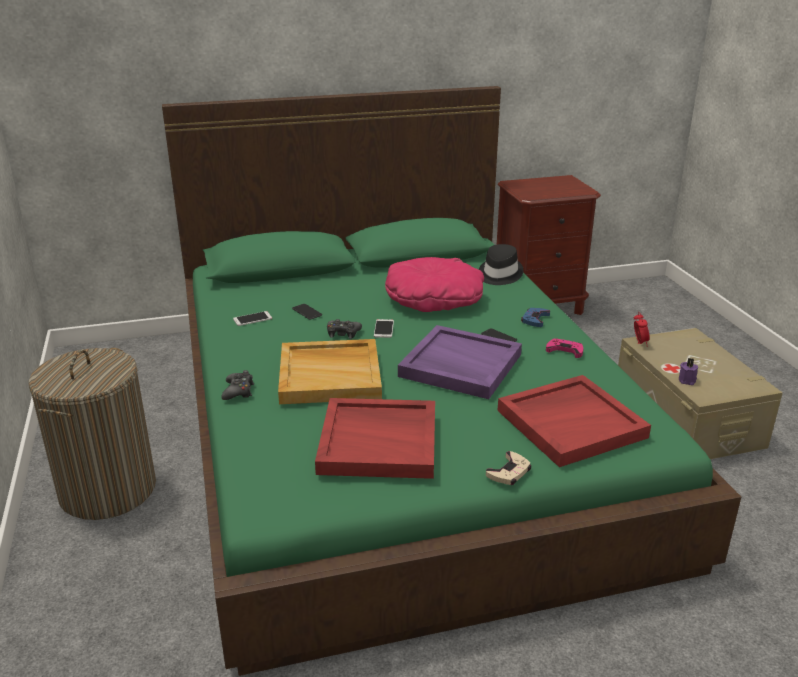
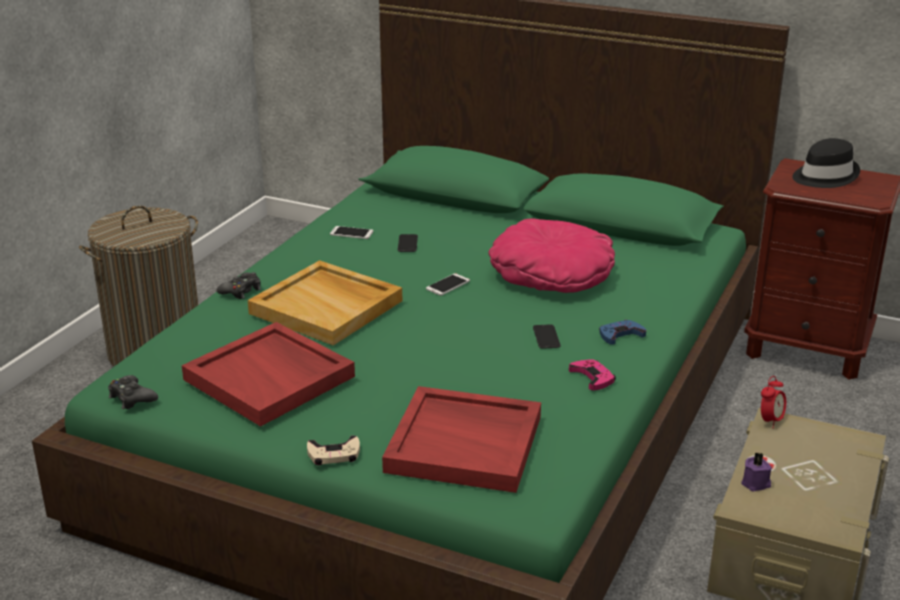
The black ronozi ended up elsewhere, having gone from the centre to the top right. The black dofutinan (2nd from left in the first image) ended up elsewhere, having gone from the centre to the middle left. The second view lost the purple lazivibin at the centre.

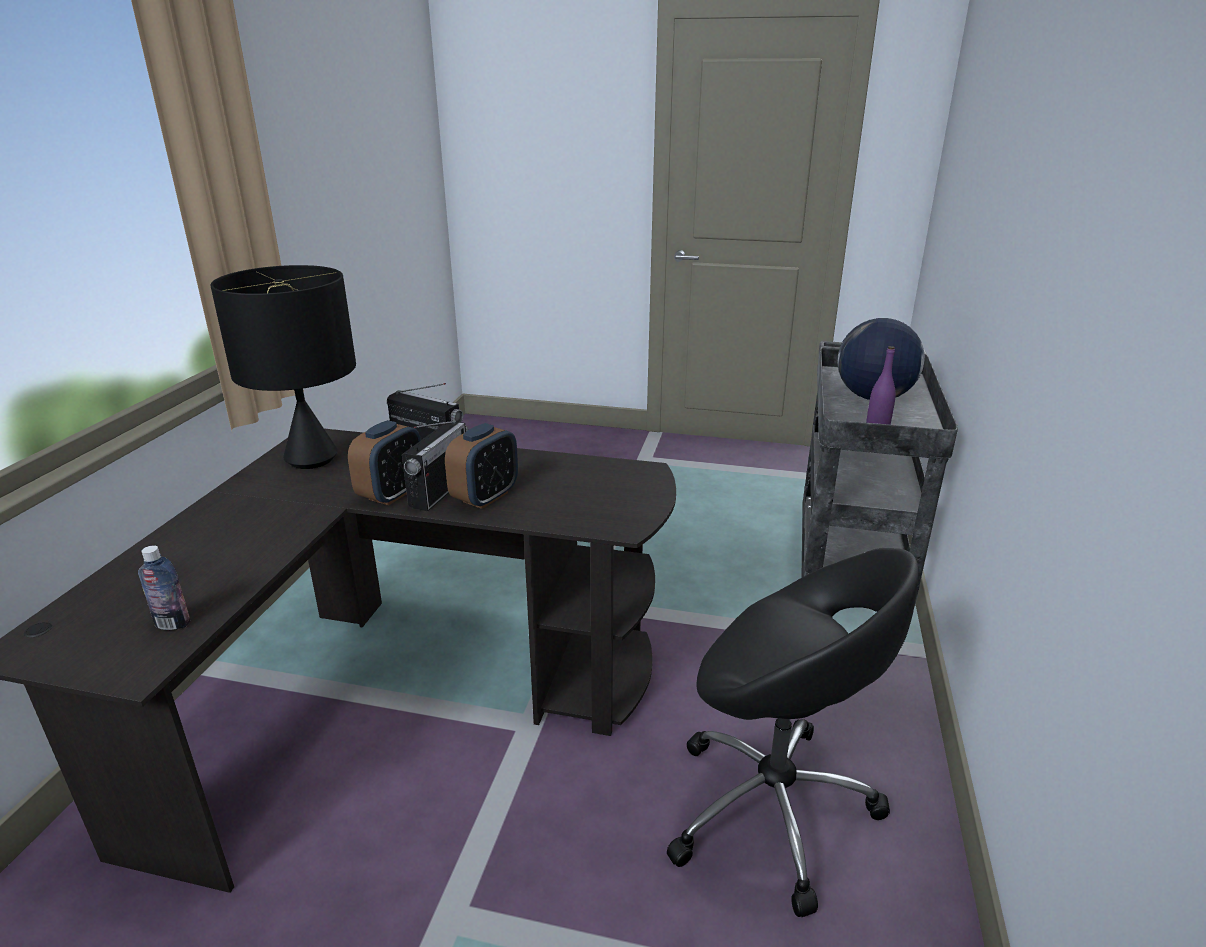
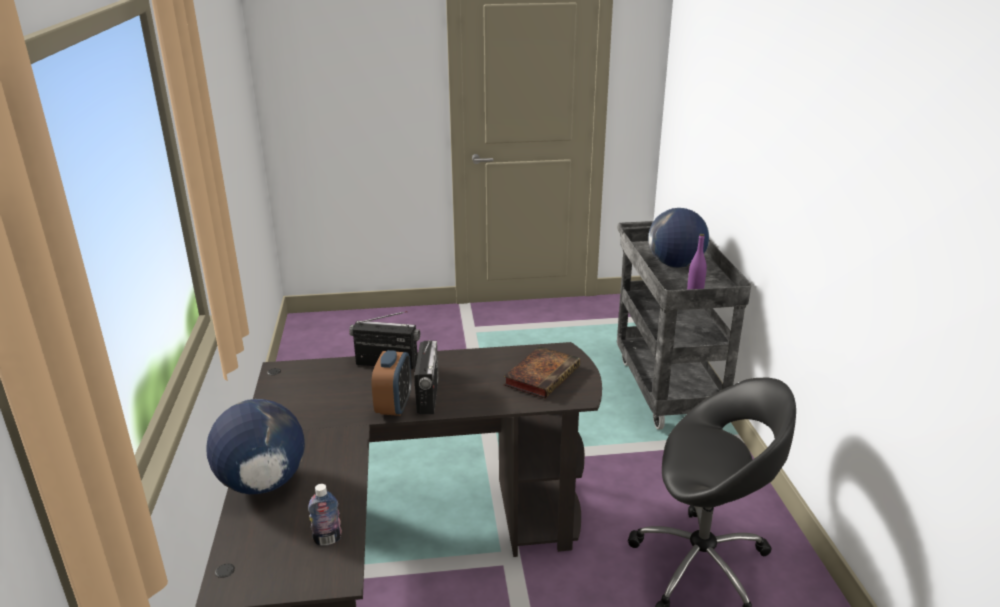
The second view lost the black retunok at the middle left. The second view lost the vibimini (2nd from left) at the centre. The second view gained the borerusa at the centre. The second view gained the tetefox (1st from left) at the bottom left.

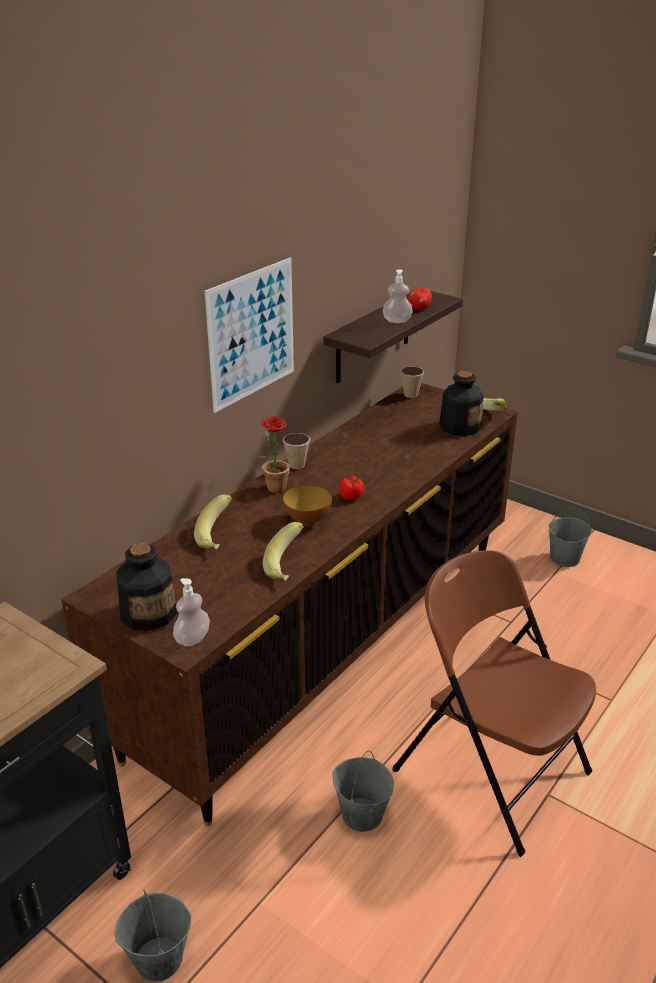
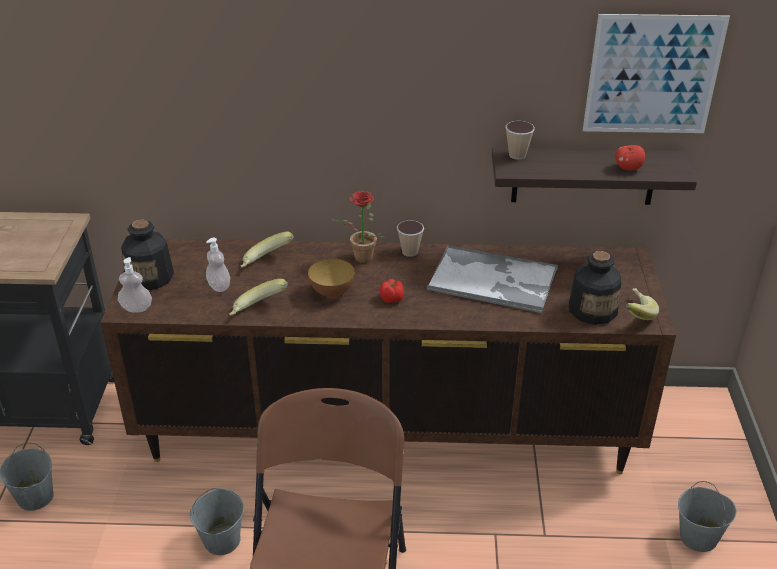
The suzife ended up elsewhere, having gone from the centre to the top right. The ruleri (2nd from left) ended up elsewhere, having gone from the top centre to the middle left. The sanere (2nd from left) ended up elsewhere, having gone from the centre to the top right. The second view gained the lazivibin at the centre.

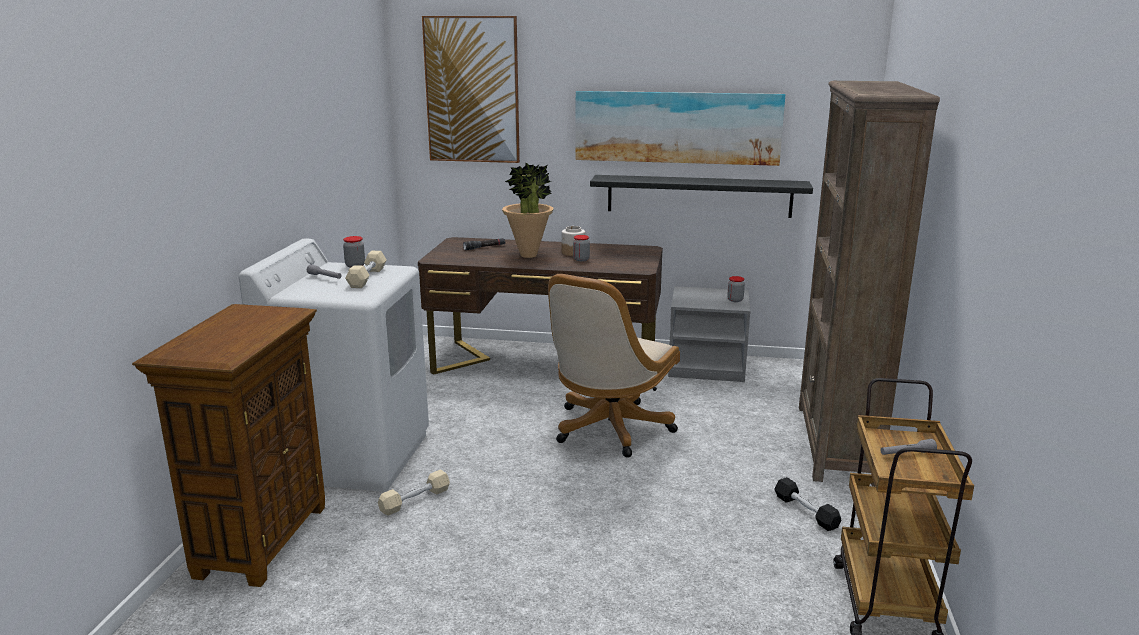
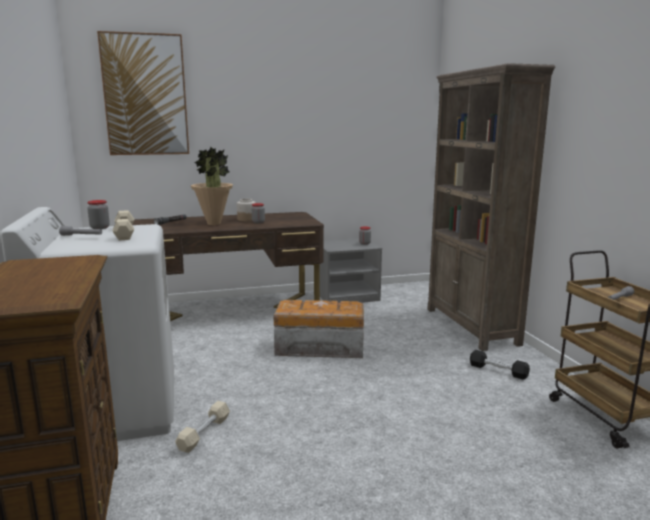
The second view lost the suzife (2nd from left) at the top centre. The second view lost the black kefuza at the top centre. Where the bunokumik stood at the centre, the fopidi came to stand at the centre.

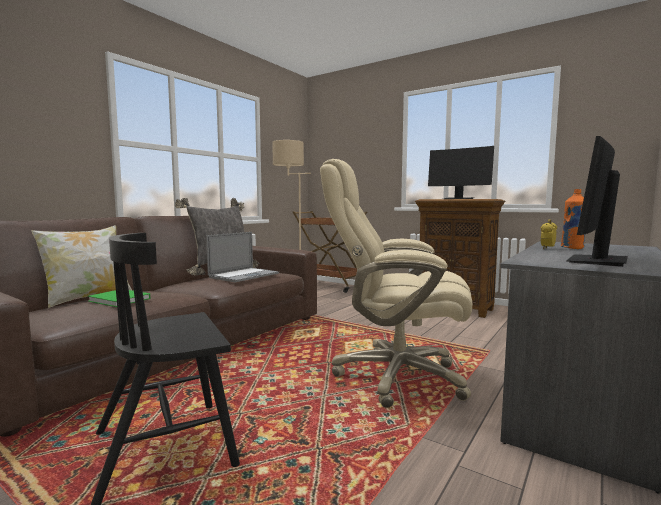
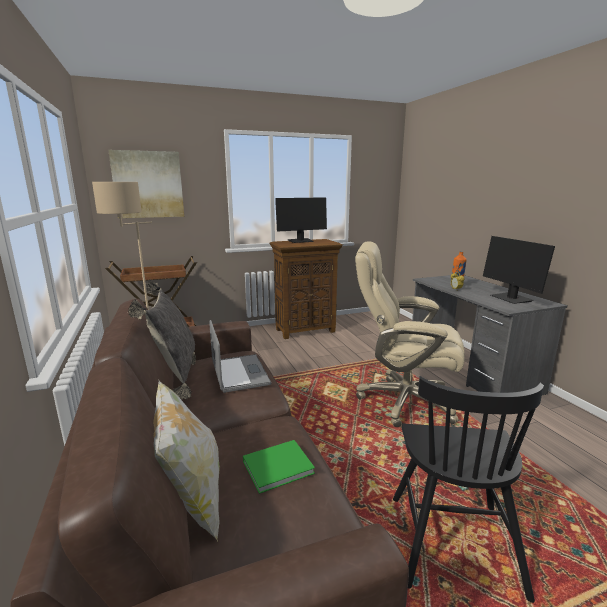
The beige bunokumik at the centre ended up facing another way, 60 degrees clockwise from before. The second view gained the suzife at the top left.

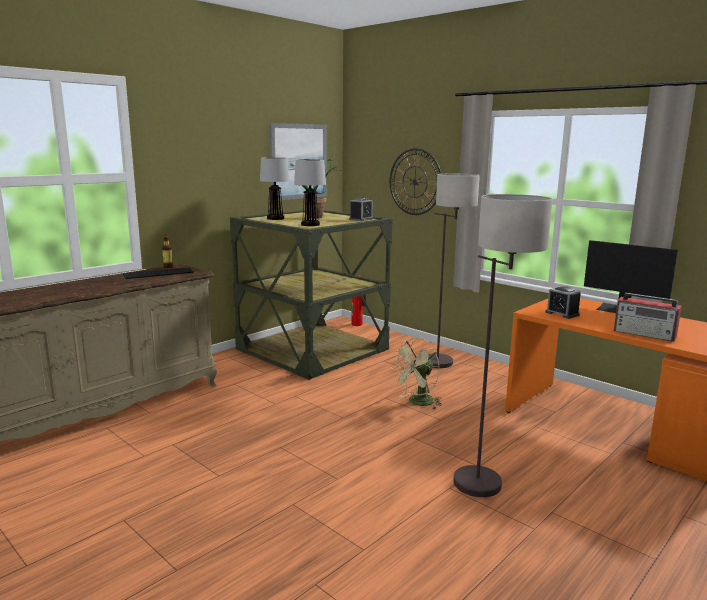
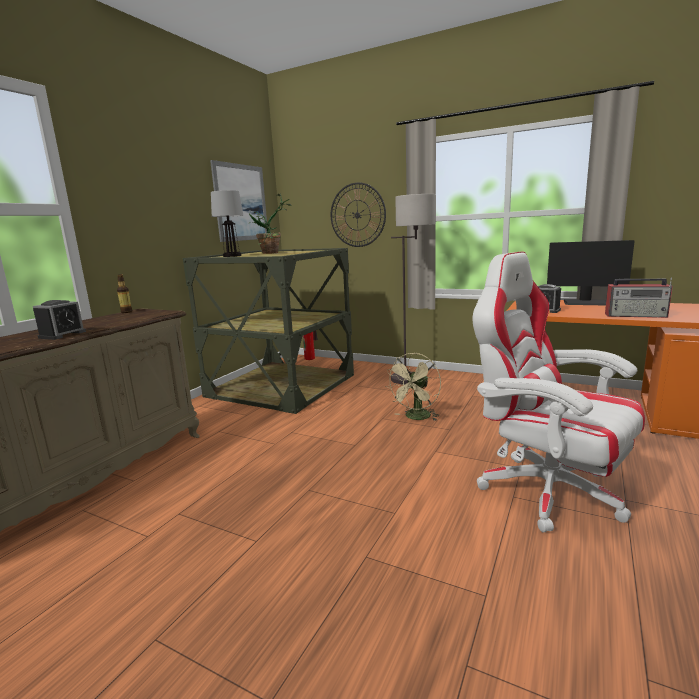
The second view lost the retunok (2nd from left) at the top centre. Where the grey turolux (2nd from left) stood at the middle right, the white bunokumik came to stand at the middle right. The vibimini (1st from left) ended up elsewhere, having gone from the centre to the middle left. The second view lost the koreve at the middle left.

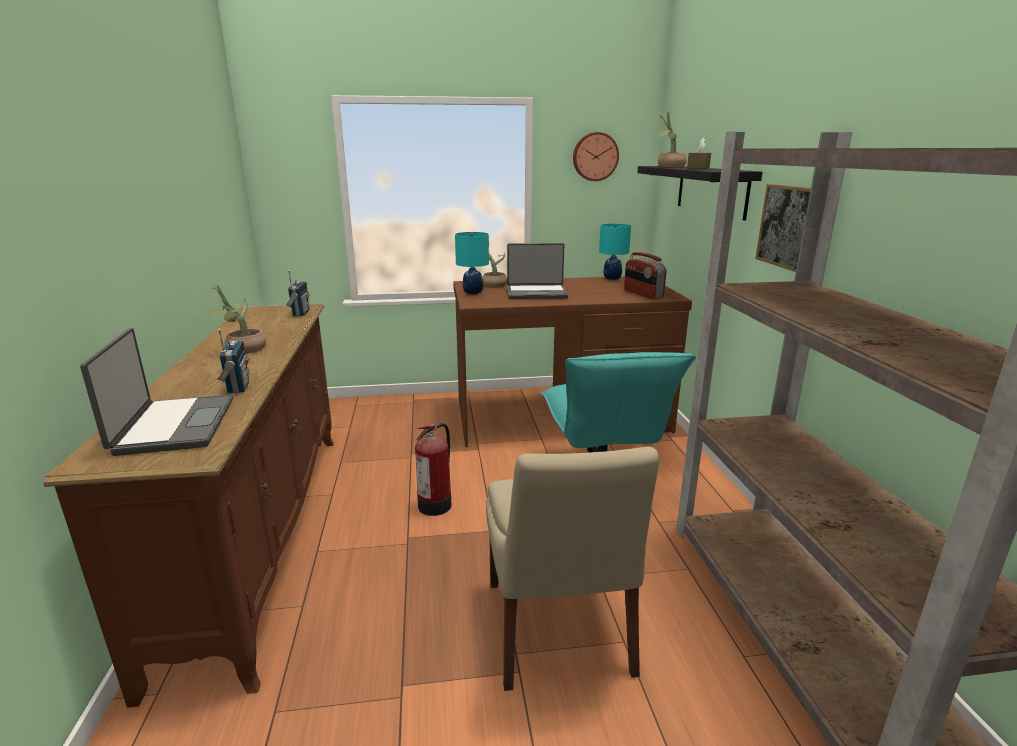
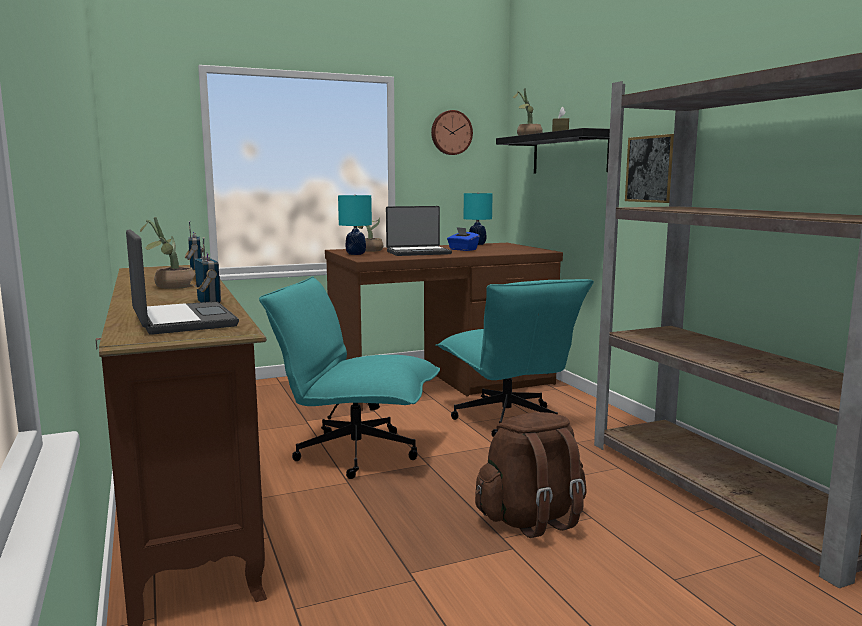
The second view lost the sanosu (3rd from left) at the centre. Where the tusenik stood at the centre, the turquoise bunokumik (1st from left) came to stand at the centre. Where the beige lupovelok stood at the bottom centre, the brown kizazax came to stand at the bottom centre. The second view gained the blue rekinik at the centre.

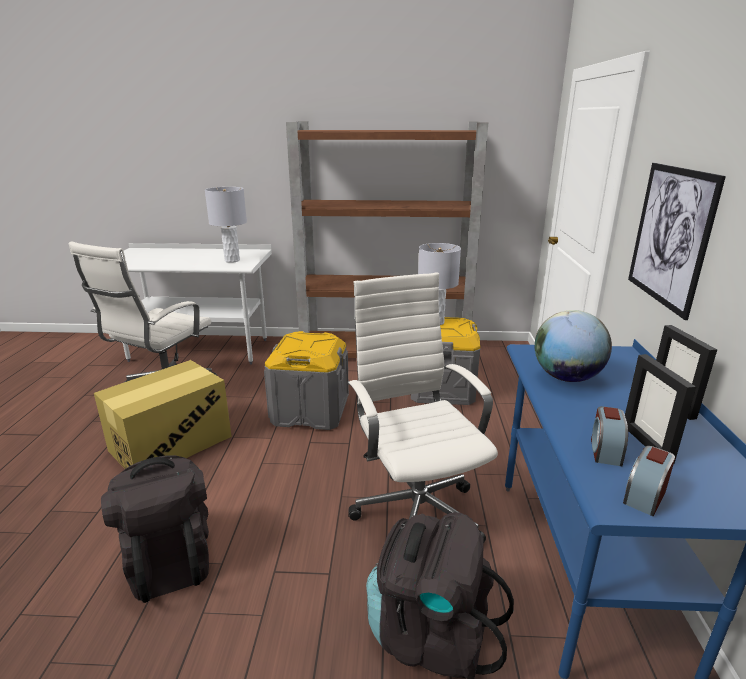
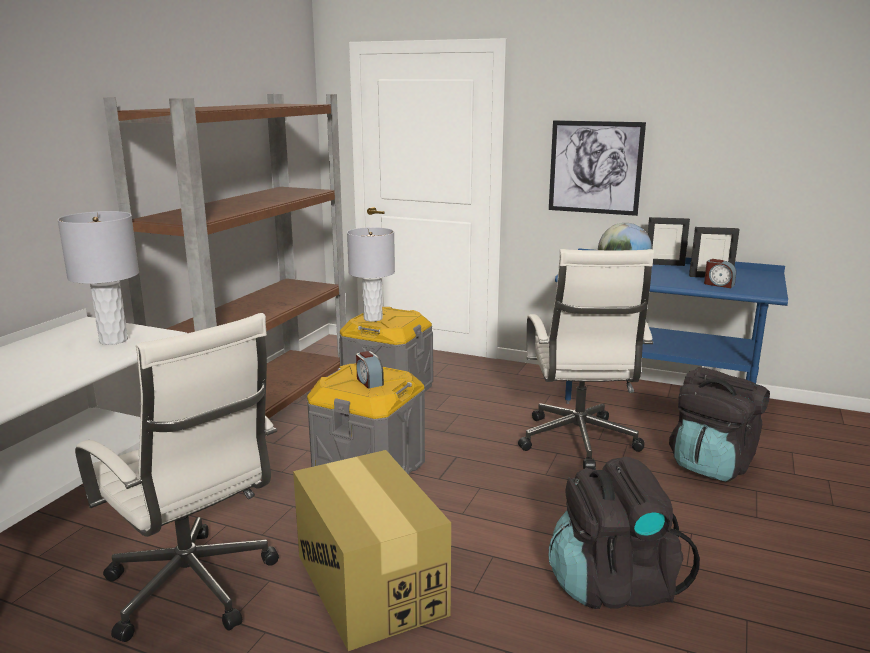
The white bunokumik (2nd from left) at the centre ended up facing another way, 90 degrees counterclockwise from before. The vibimini (2nd from left in the first image) ended up elsewhere, having gone from the bottom right to the centre.

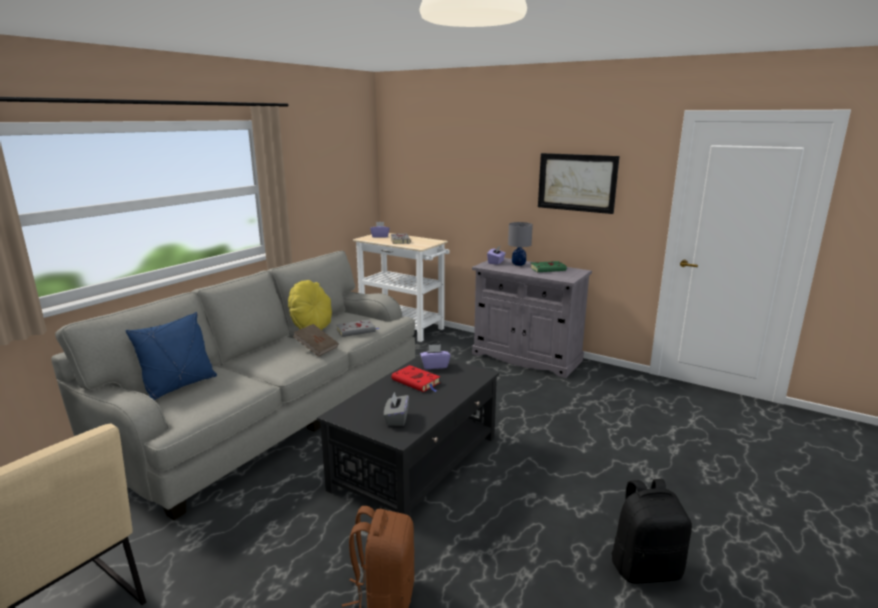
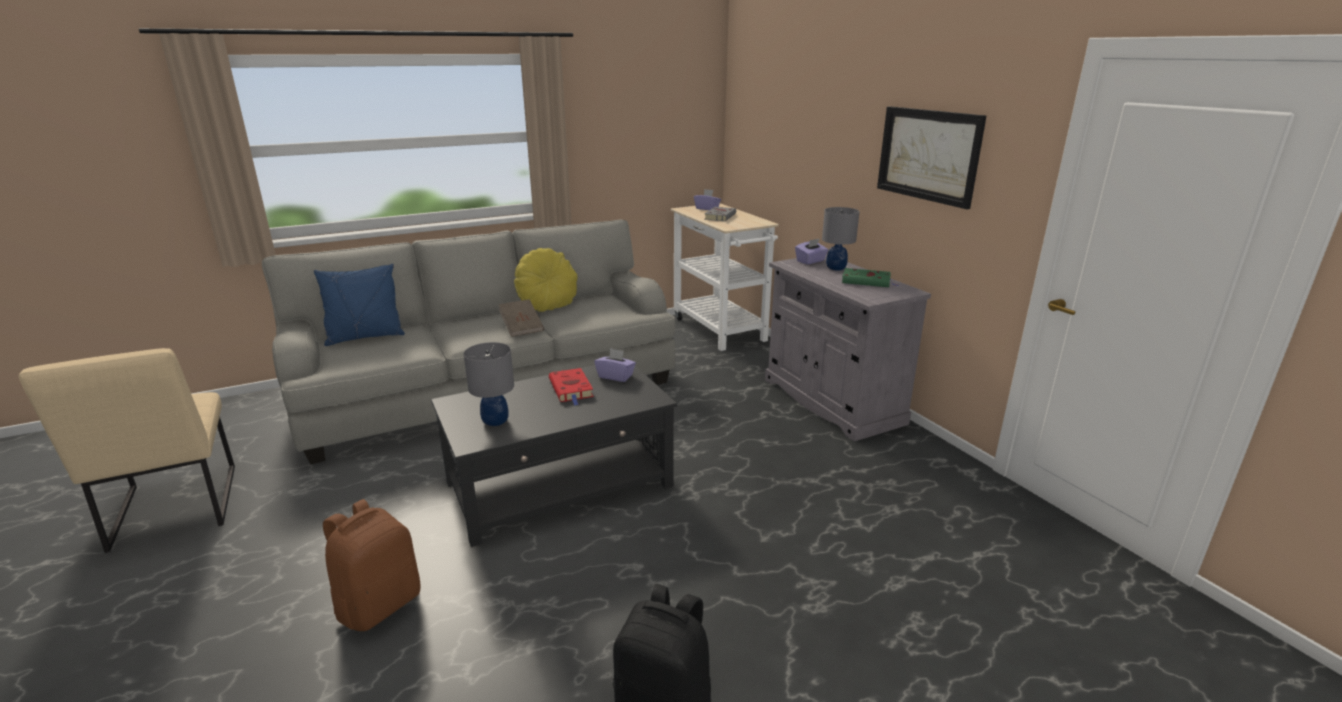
The second view lost the grey borerusa (1st from left) at the centre. Where the grey rekinik stood at the bottom centre, the grey retunok (1st from left) came to stand at the centre.

